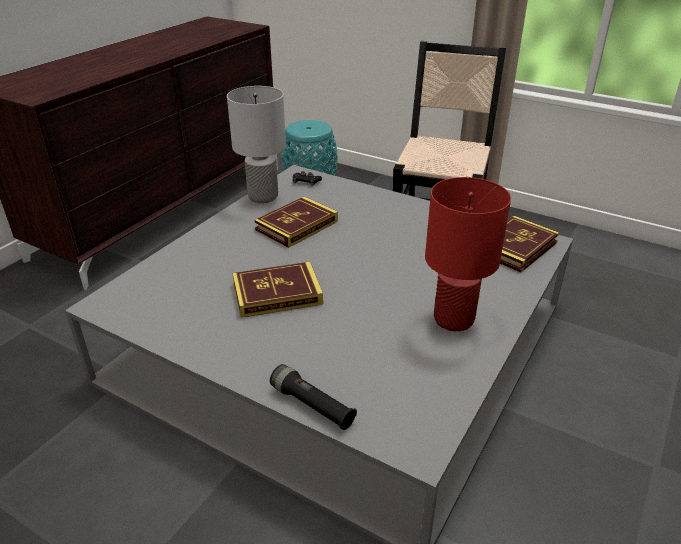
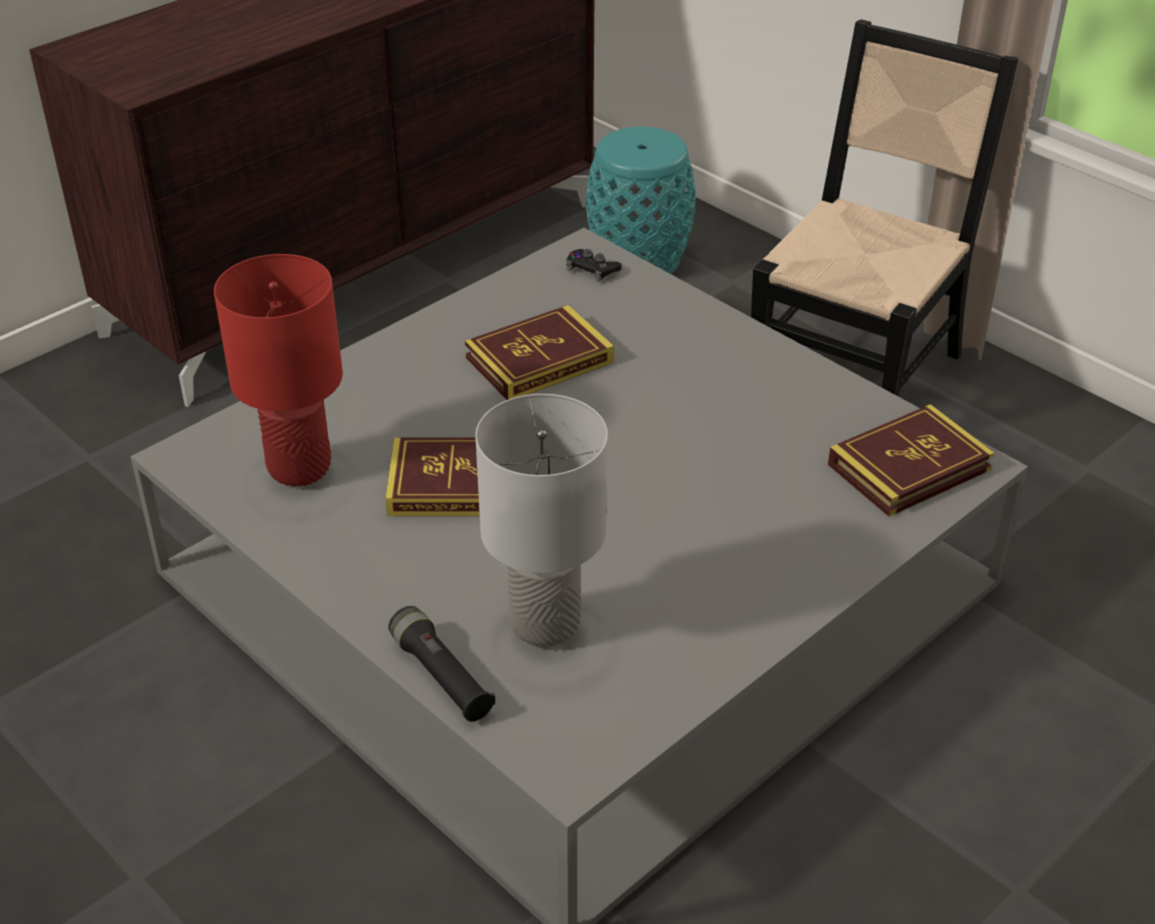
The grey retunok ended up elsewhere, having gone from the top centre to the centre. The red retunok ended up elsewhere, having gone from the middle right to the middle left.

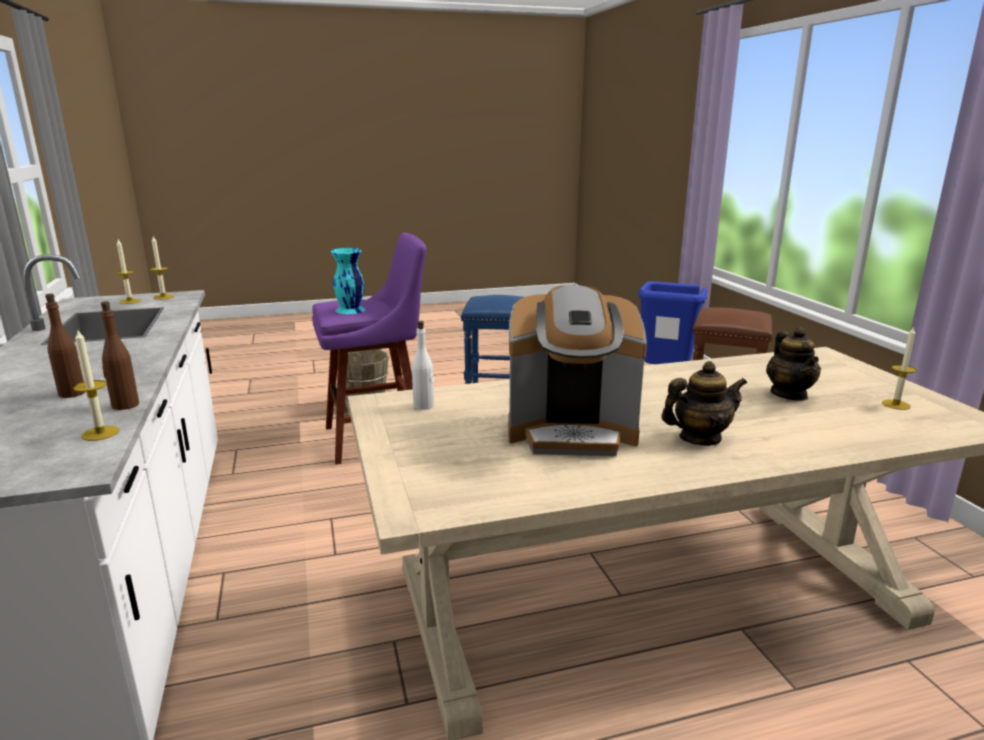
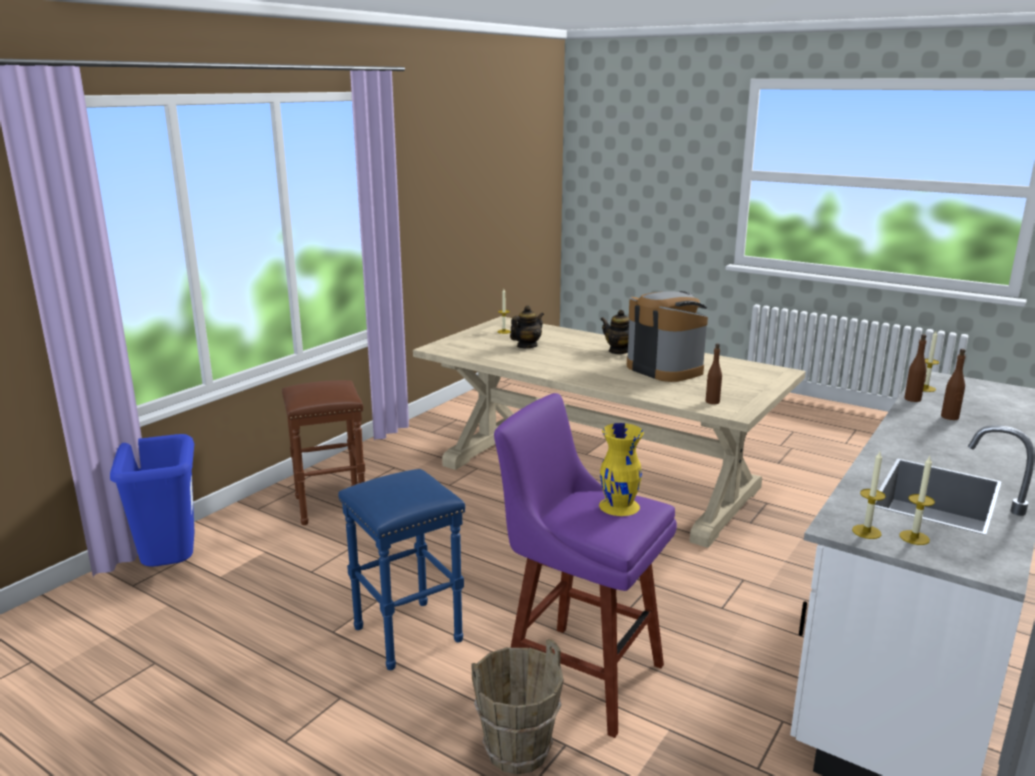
What was the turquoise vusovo at the centre turned into the yellow vusovo at the centre. What was the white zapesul at the centre turned into the brown zapesul (1st from left) at the middle right.

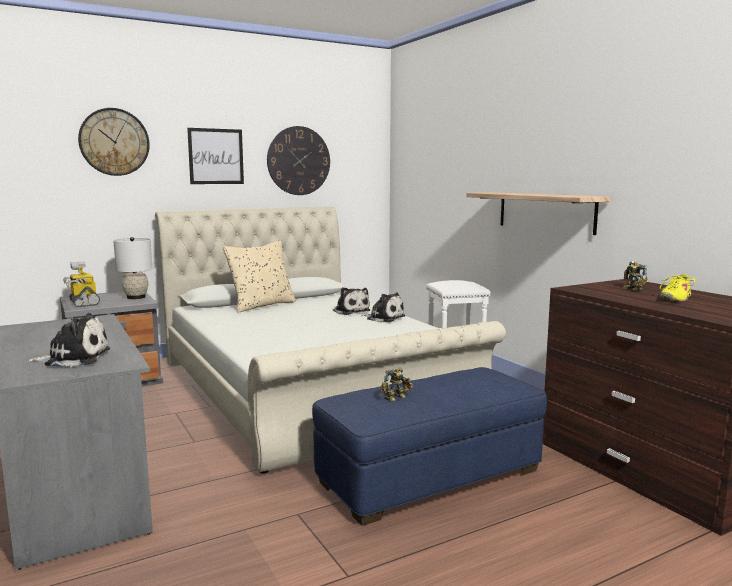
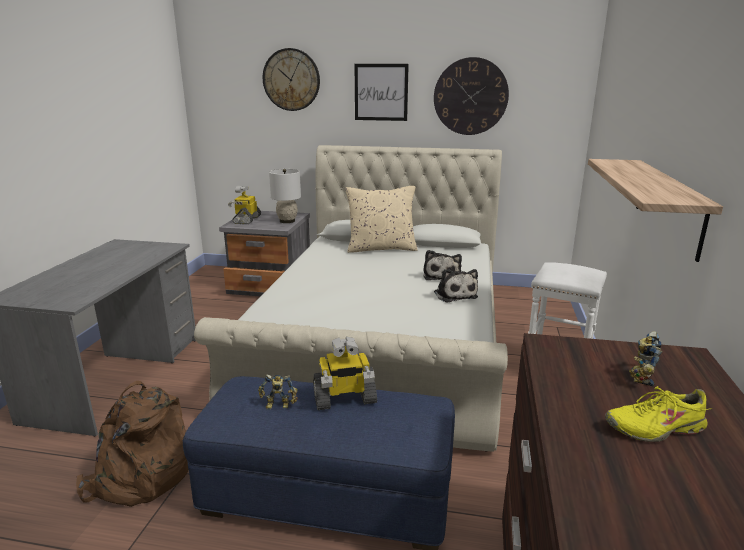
The second view lost the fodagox (1st from left) at the middle left. The second view gained the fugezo (3rd from left) at the bottom centre. The second view gained the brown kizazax at the bottom left.

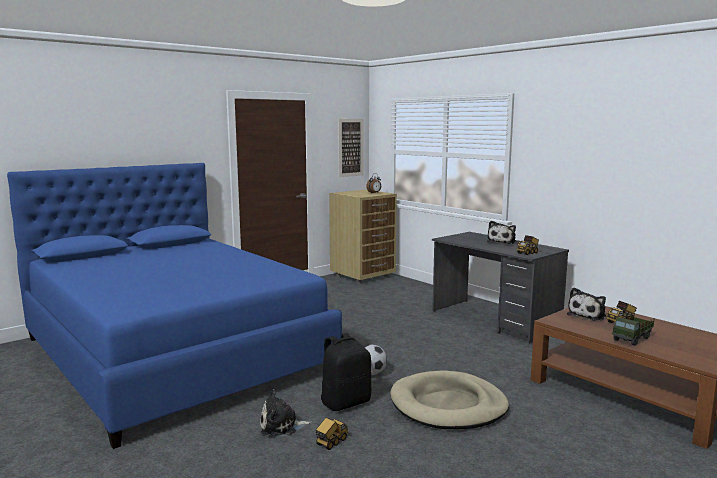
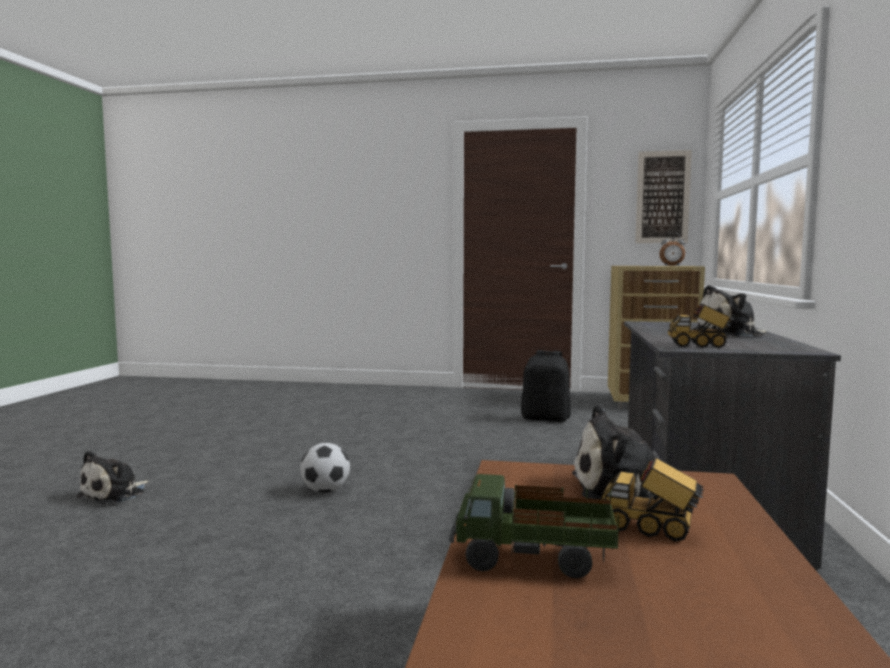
The second view lost the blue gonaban at the middle left. The black kizazax ended up elsewhere, having gone from the bottom centre to the centre. The second view lost the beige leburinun at the bottom centre. The fodagox (1st from left) at the bottom centre ended up facing another way, 105 degrees counterclockwise from before. The second view lost the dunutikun (1st from left) at the bottom centre.

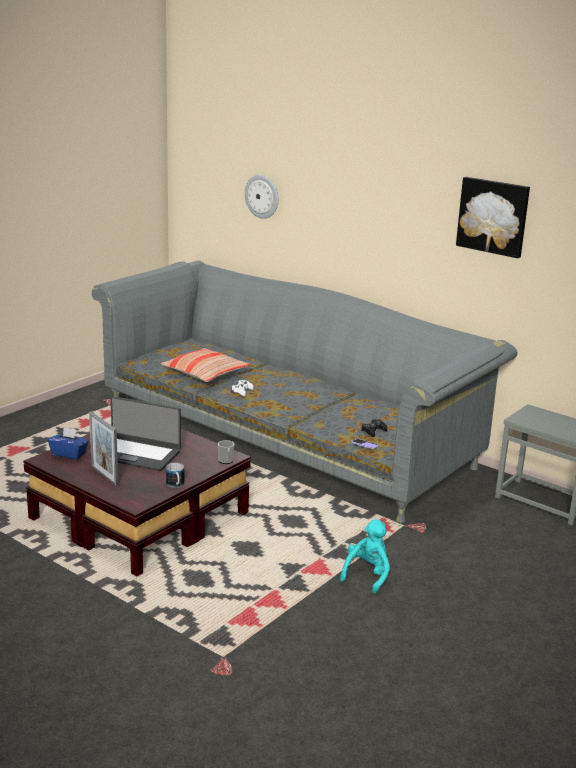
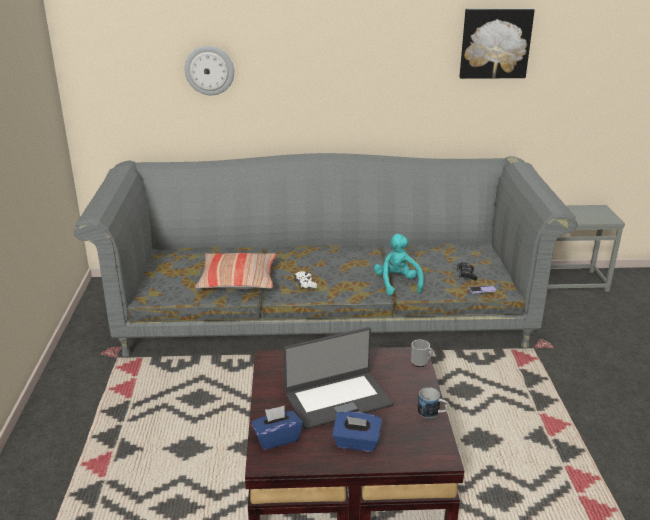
Where the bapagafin stood at the middle left, the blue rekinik (2nd from left) came to stand at the bottom centre. The turquoise fodagox ended up elsewhere, having gone from the bottom centre to the centre.

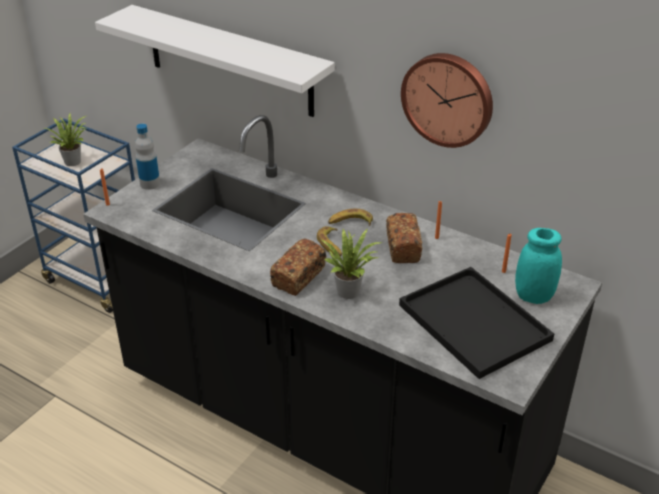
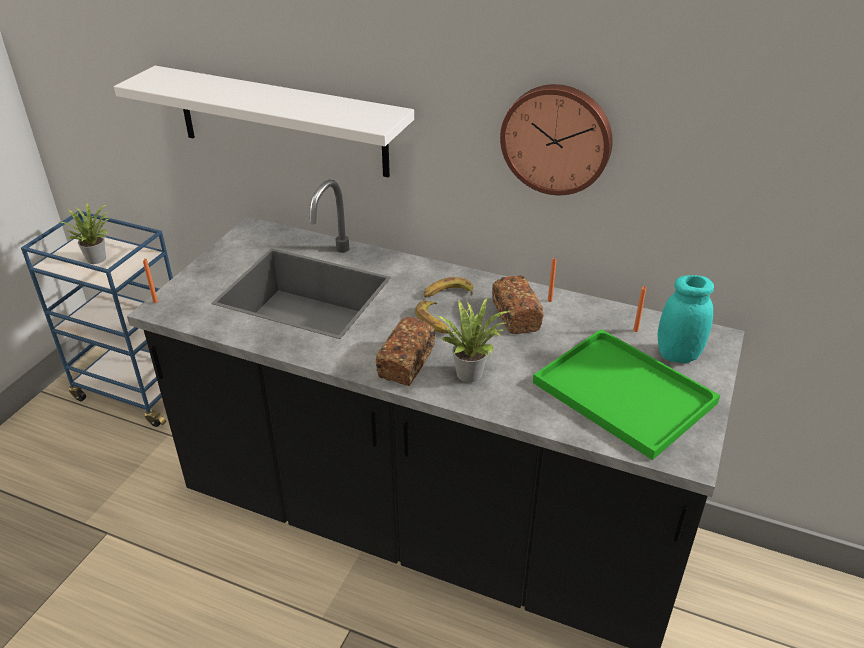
The second view lost the zapesul at the top left. What was the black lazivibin at the middle right turned into the green lazivibin at the middle right.

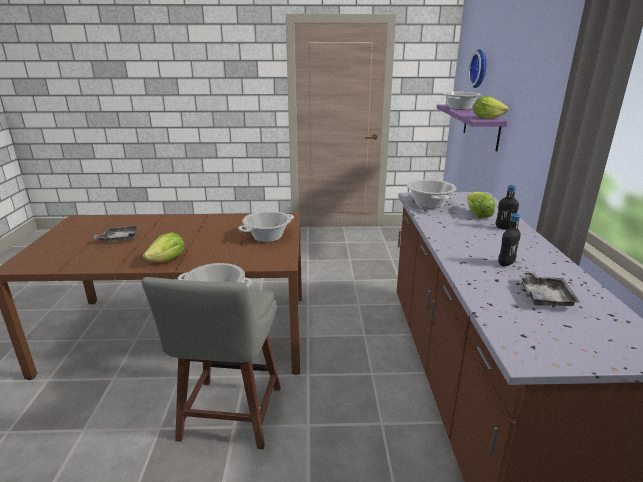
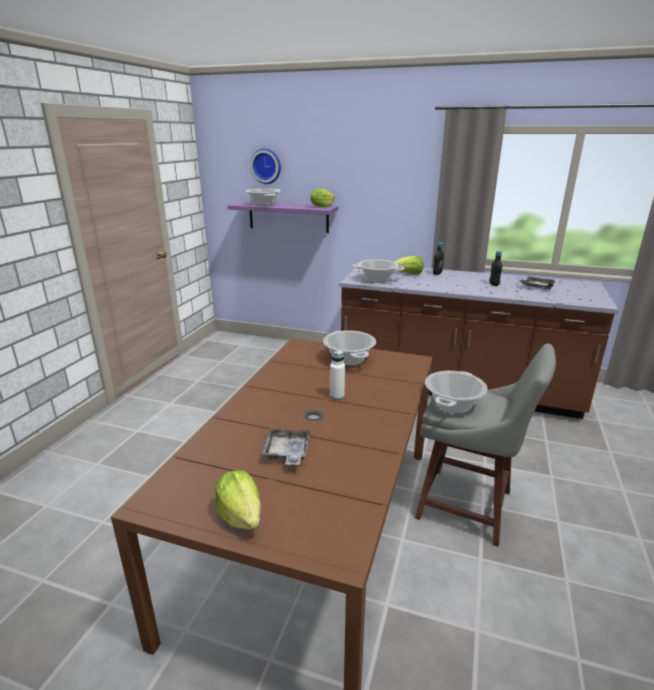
The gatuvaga (1st from left) ended up elsewhere, having gone from the middle left to the bottom centre. The second view gained the white zapesul at the centre.

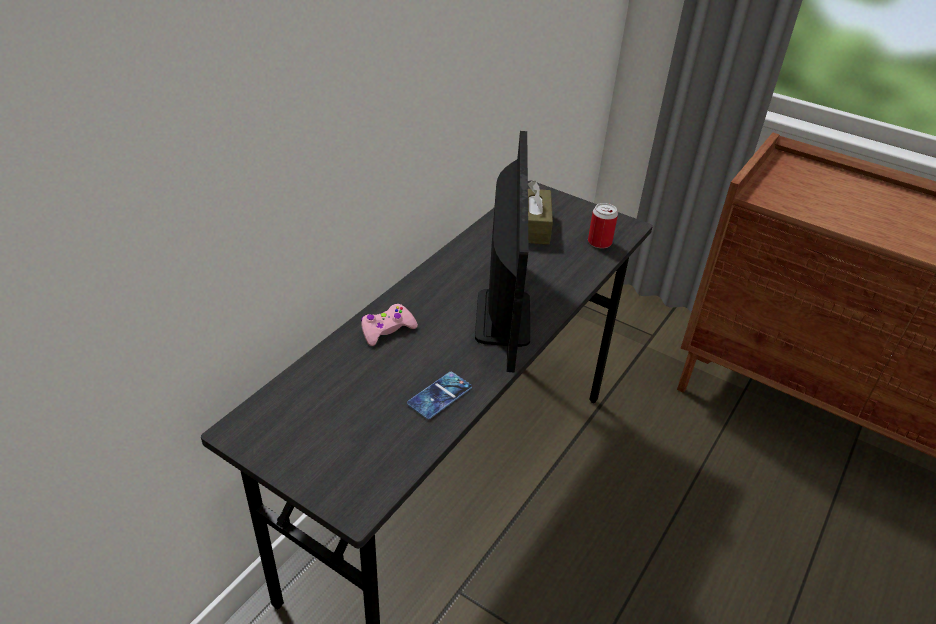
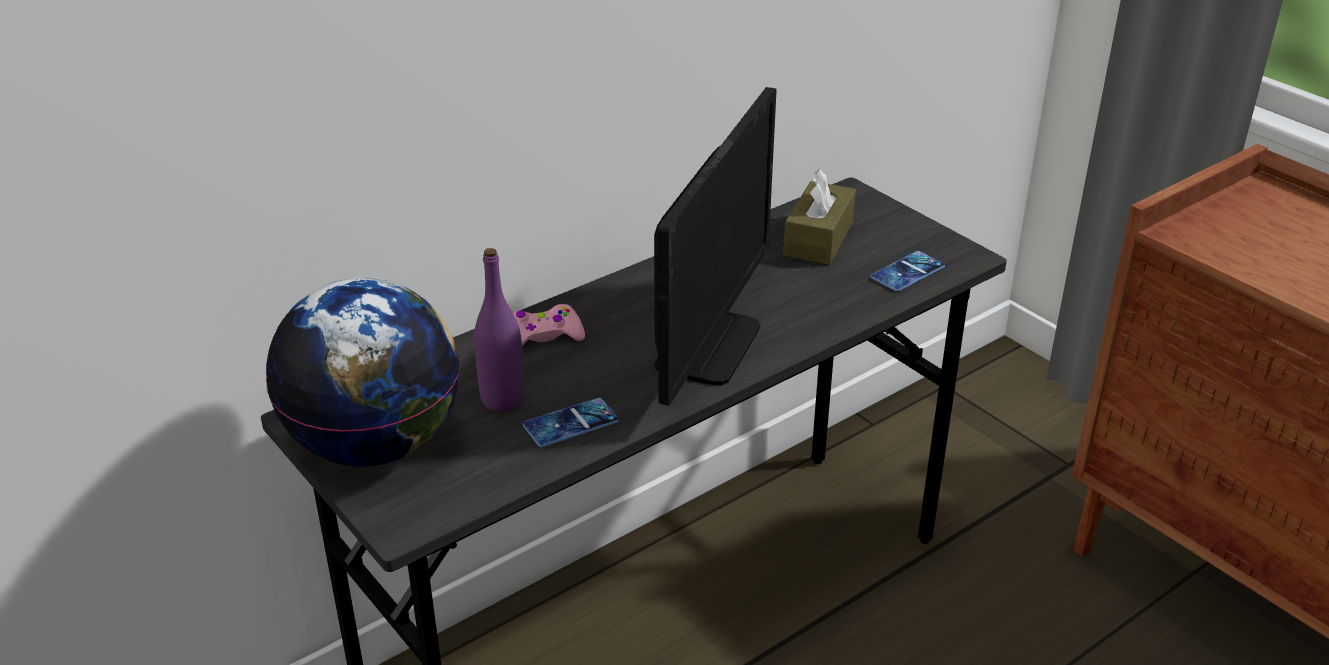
Where the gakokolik stood at the centre, the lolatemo (2nd from left) came to stand at the middle right. The second view gained the purple zapesul at the centre. The second view gained the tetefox at the middle left.

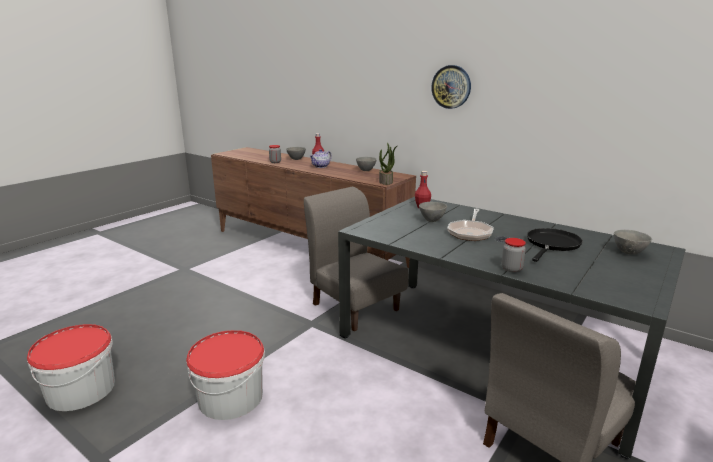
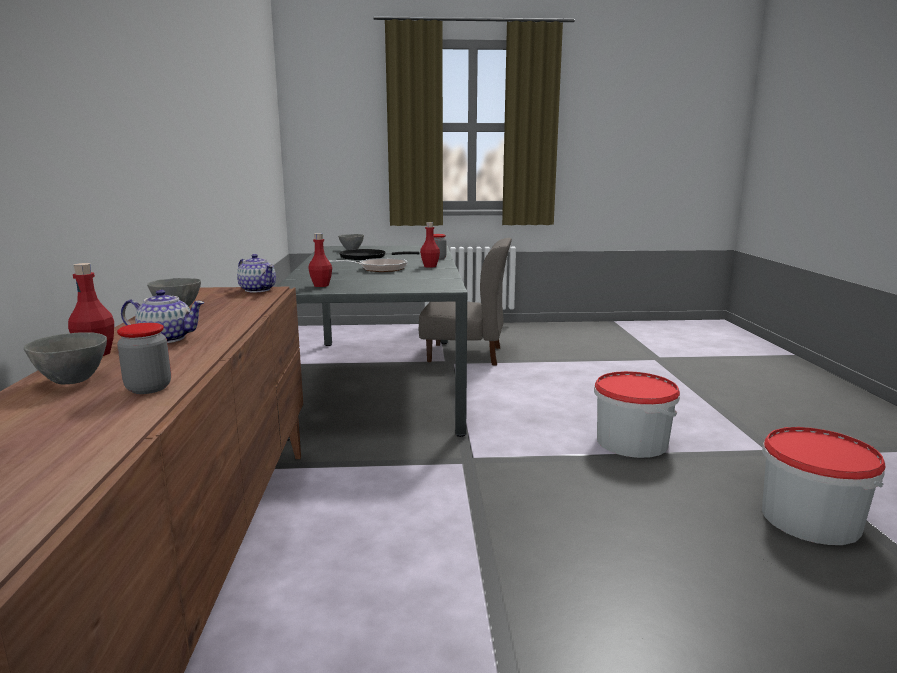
The second view lost the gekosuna at the top centre. Where the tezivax stood at the centre, the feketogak (2nd from left) came to stand at the middle left. The second view lost the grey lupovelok (1st from left) at the centre. The second view lost the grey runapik (3rd from left) at the centre. The second view gained the red zapesul (3rd from left) at the centre.

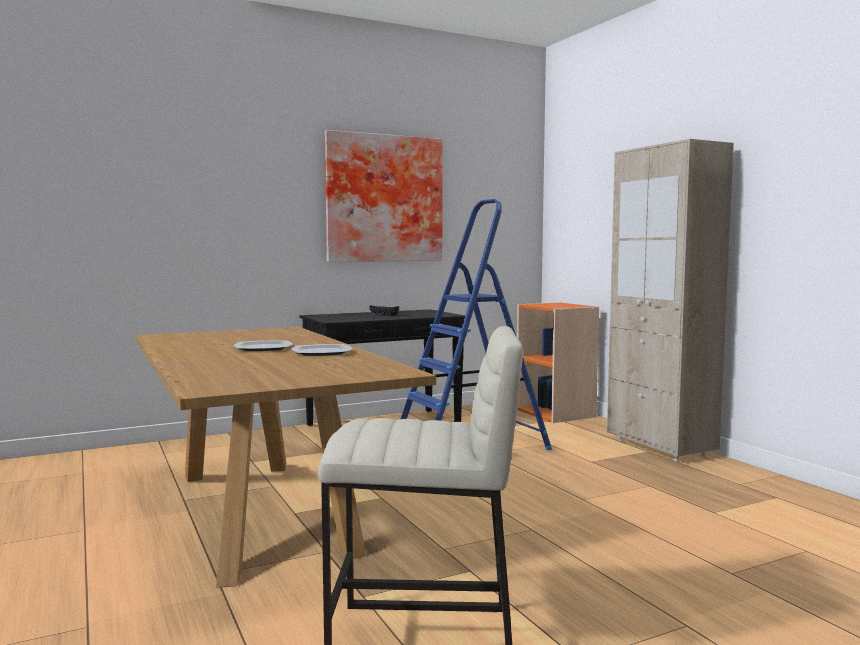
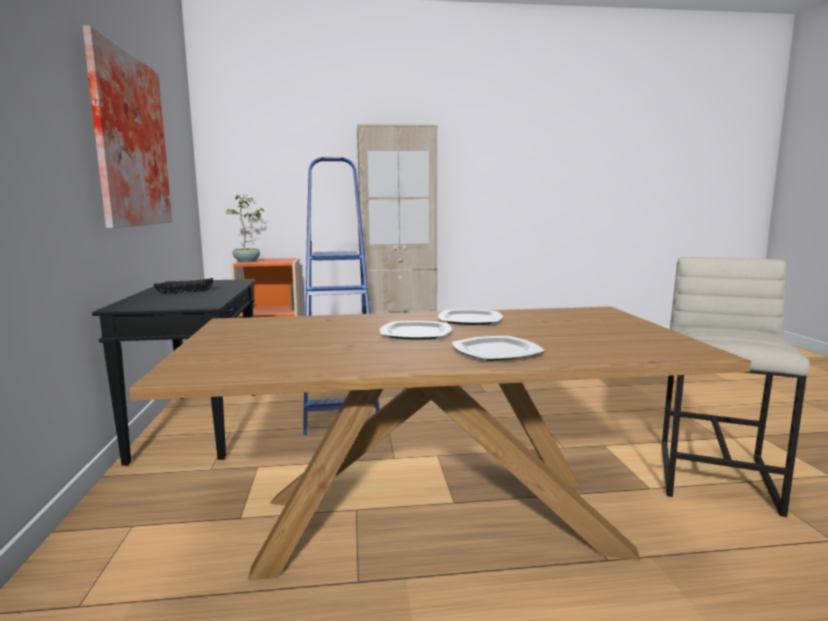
The second view gained the tezivax at the middle left. The second view gained the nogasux (3rd from left) at the centre.

